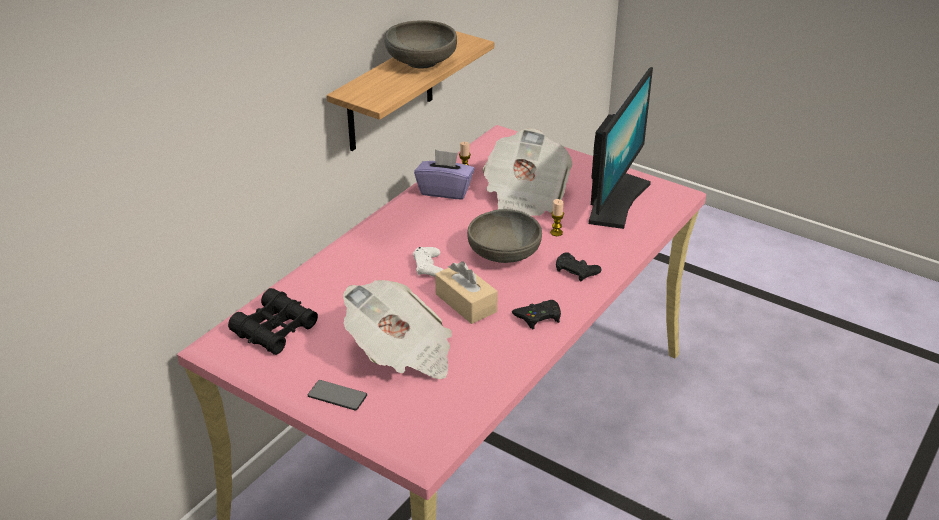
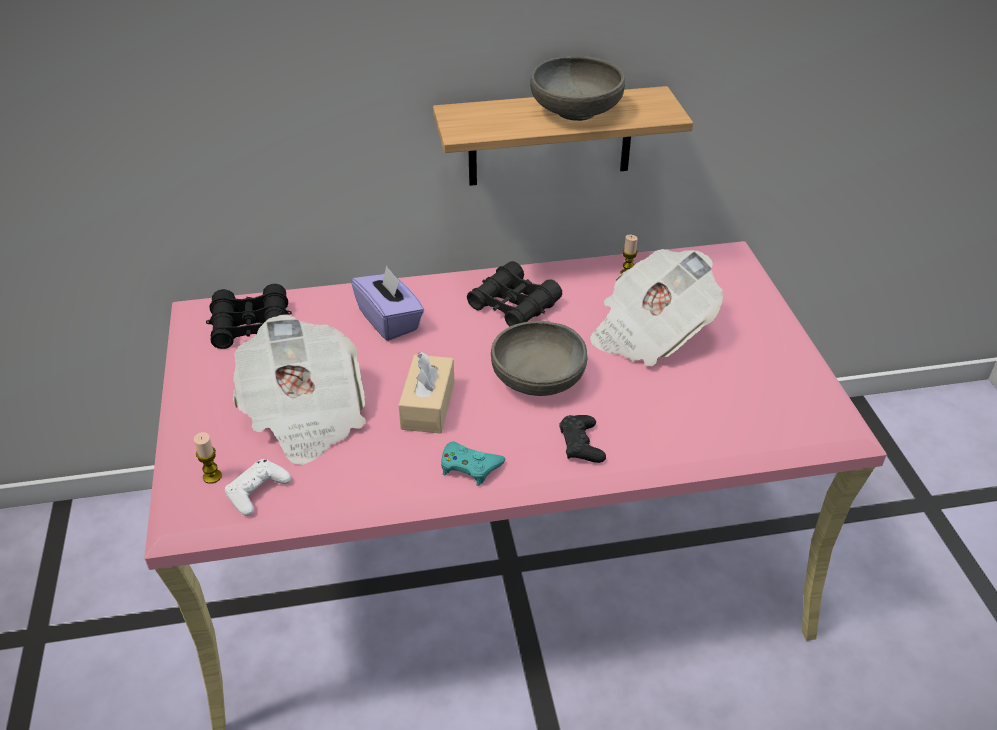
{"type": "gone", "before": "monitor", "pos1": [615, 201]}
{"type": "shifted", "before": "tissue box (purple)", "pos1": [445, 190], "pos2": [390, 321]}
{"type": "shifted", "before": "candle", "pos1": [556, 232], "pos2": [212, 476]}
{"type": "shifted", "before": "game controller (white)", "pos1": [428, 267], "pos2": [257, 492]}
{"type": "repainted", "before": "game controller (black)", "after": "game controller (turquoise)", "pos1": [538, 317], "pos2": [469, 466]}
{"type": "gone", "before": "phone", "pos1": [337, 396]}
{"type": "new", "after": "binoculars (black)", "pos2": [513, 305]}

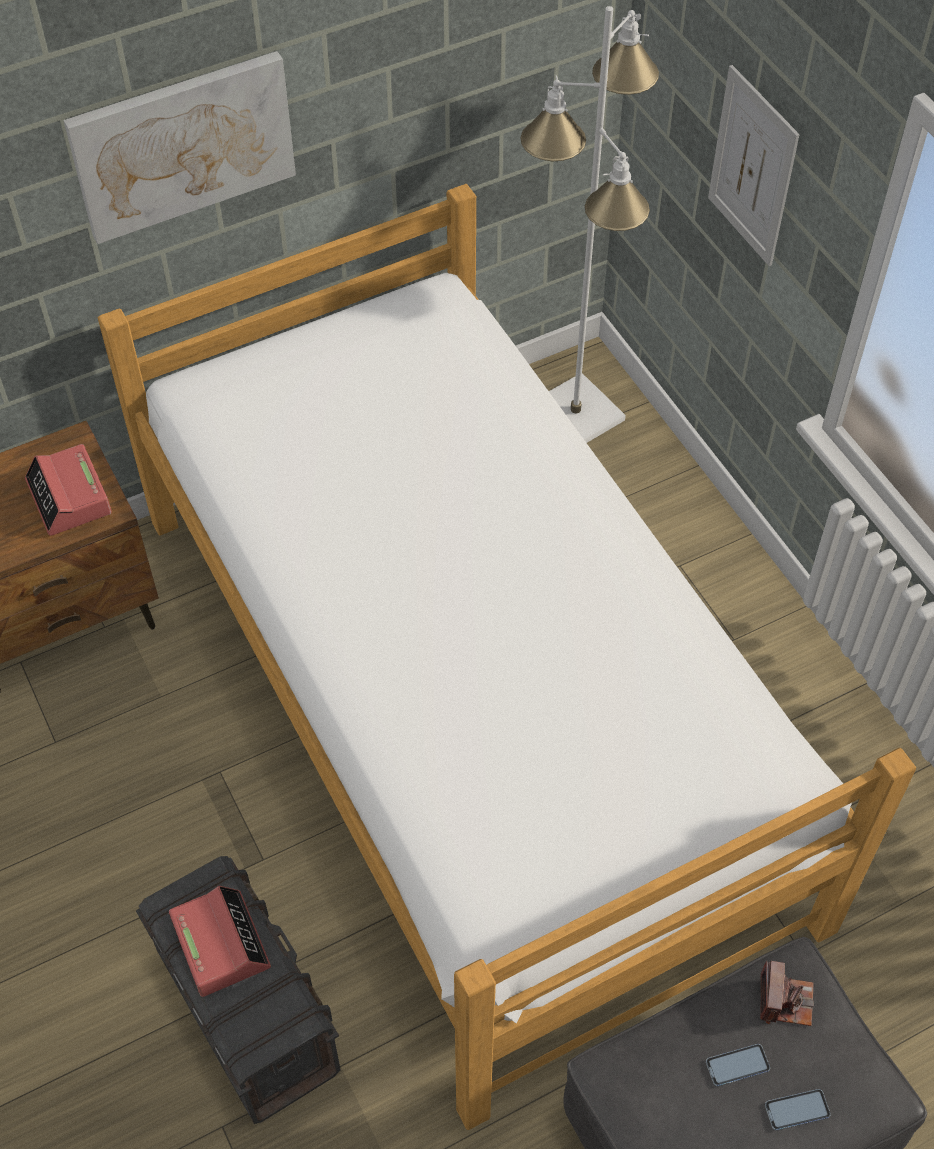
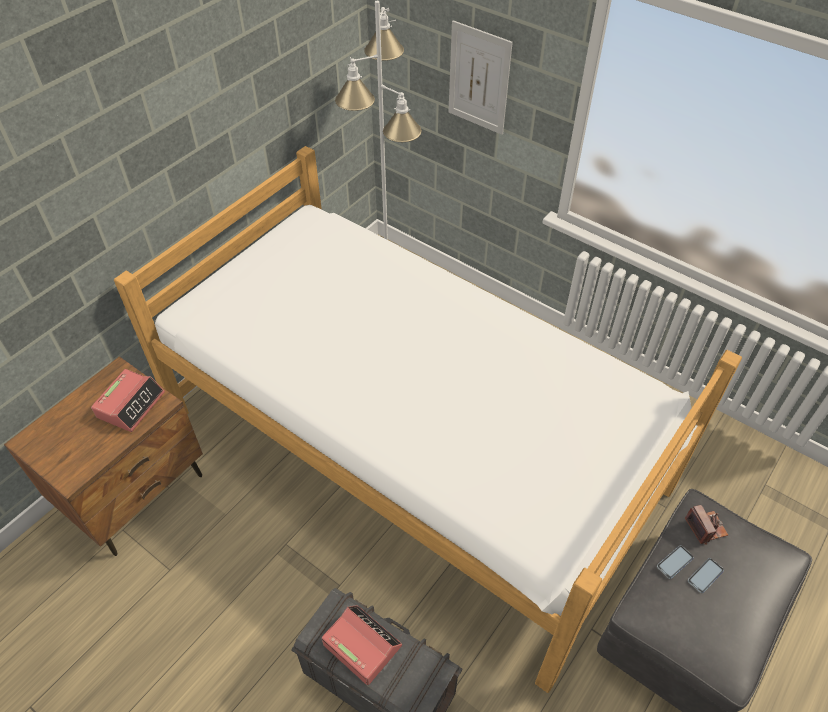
{"type": "gone", "before": "picture", "pos1": [183, 145]}
{"type": "rotated", "before": "alarm clock", "pos1": [69, 497], "pos2": [131, 405], "turn": -105}
{"type": "shifted", "before": "phone", "pos1": [797, 1110], "pos2": [674, 562]}

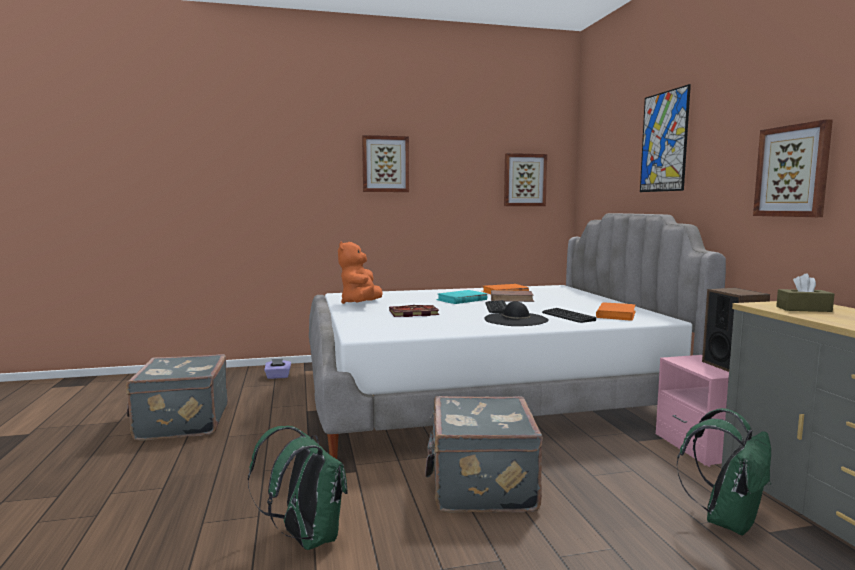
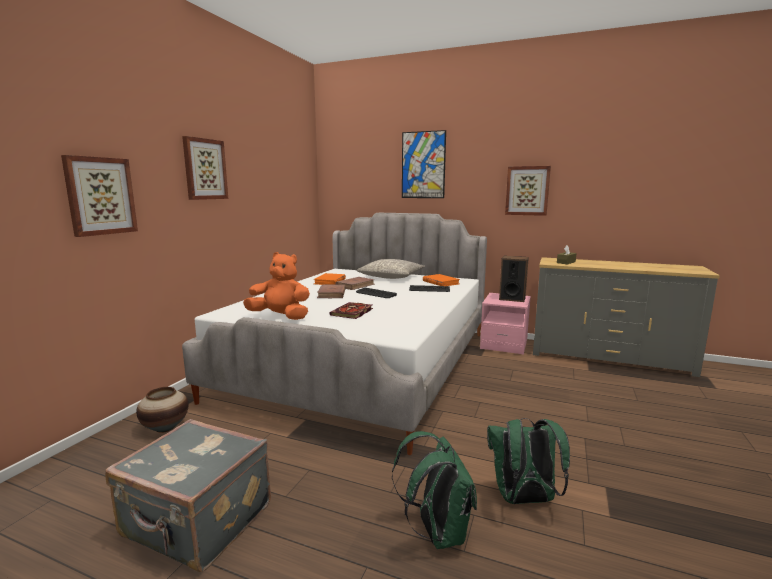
{"type": "shifted", "before": "picture", "pos1": [524, 180], "pos2": [100, 196]}
{"type": "rotated", "before": "plush toy (orange)", "pos1": [361, 304], "pos2": [281, 317], "turn": 150}
{"type": "repainted", "before": "book (turquoise)", "after": "book (brown)", "pos1": [461, 300], "pos2": [332, 294]}
{"type": "gone", "before": "hat (black)", "pos1": [516, 320]}
{"type": "swapped", "before": "tissue box (purple)", "after": "vase", "pos1": [278, 376], "pos2": [165, 427]}
{"type": "gone", "before": "suitcase (grey)", "pos1": [480, 485]}
{"type": "shifted", "before": "backpack (green)", "pos1": [727, 520], "pos2": [437, 531]}
{"type": "new", "after": "pillow (grey)", "pos2": [392, 277]}

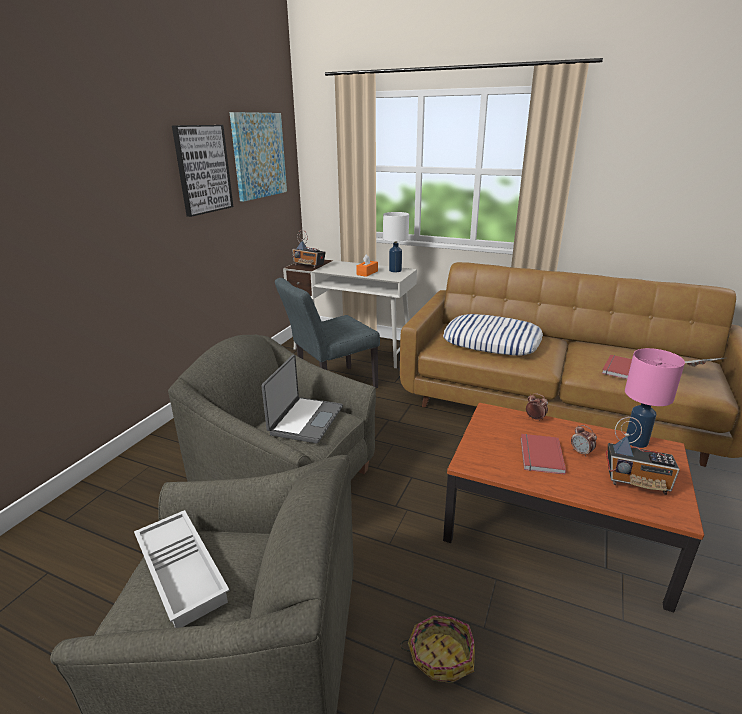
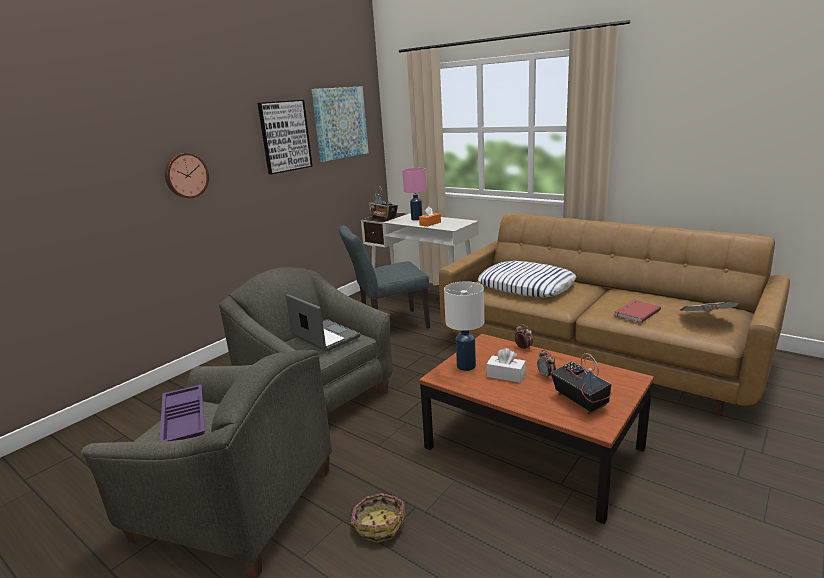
{"type": "shifted", "before": "table lamp (white)", "pos1": [395, 271], "pos2": [466, 366]}
{"type": "shifted", "before": "table lamp (pink)", "pos1": [636, 442], "pos2": [416, 219]}
{"type": "rotated", "before": "laptop", "pos1": [305, 420], "pos2": [324, 337], "turn": -75}
{"type": "rotated", "before": "radio", "pos1": [636, 482], "pos2": [580, 401], "turn": -150}
{"type": "swapped", "before": "book (red)", "after": "tissue box (white)", "pos1": [539, 455], "pos2": [506, 375]}
{"type": "repainted", "before": "tray (white)", "after": "tray (purple)", "pos1": [184, 571], "pos2": [186, 422]}
{"type": "new", "after": "wall clock", "pos2": [186, 175]}

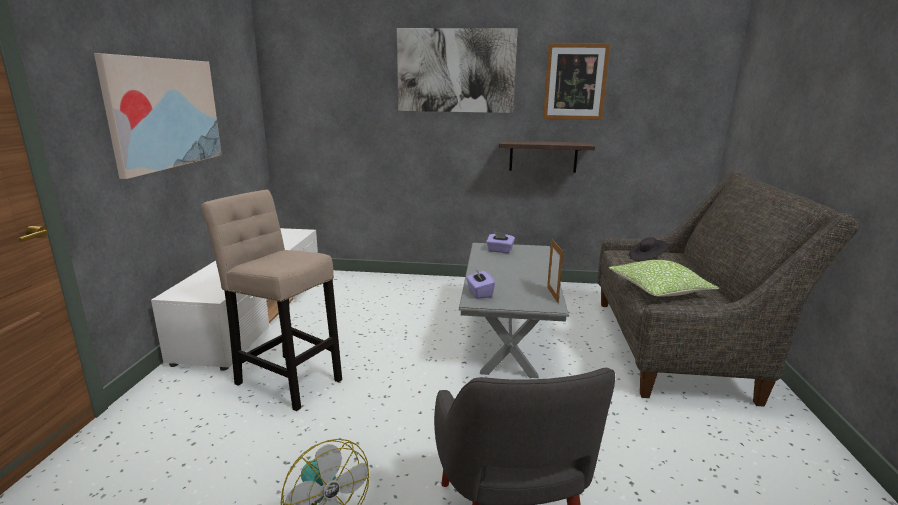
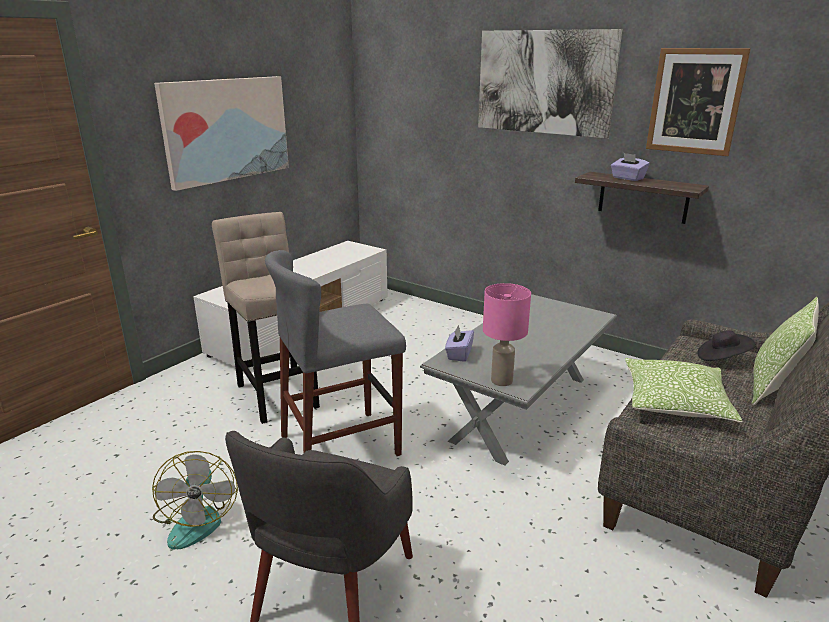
{"type": "shifted", "before": "tissue box (purple)", "pos1": [499, 250], "pos2": [627, 178]}
{"type": "gone", "before": "picture frame", "pos1": [552, 295]}
{"type": "new", "after": "stool (grey)", "pos2": [340, 445]}
{"type": "new", "after": "table lamp (pink)", "pos2": [501, 381]}
{"type": "new", "after": "pillow", "pos2": [773, 388]}

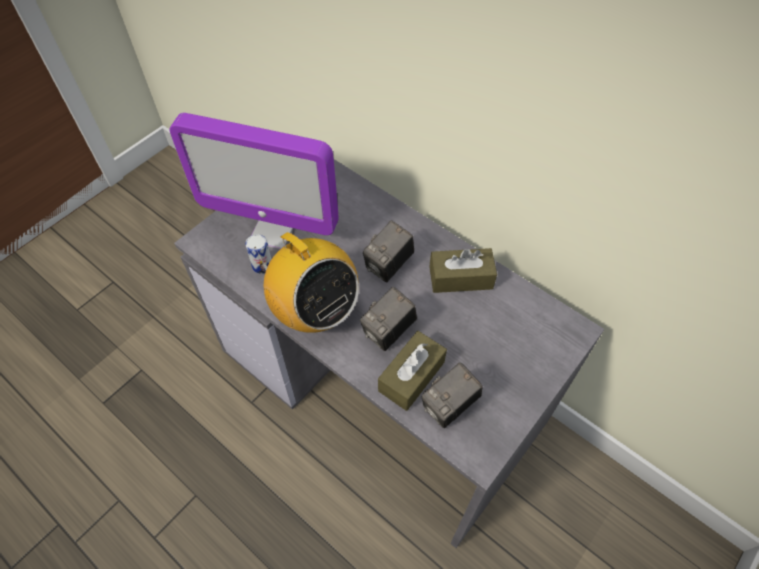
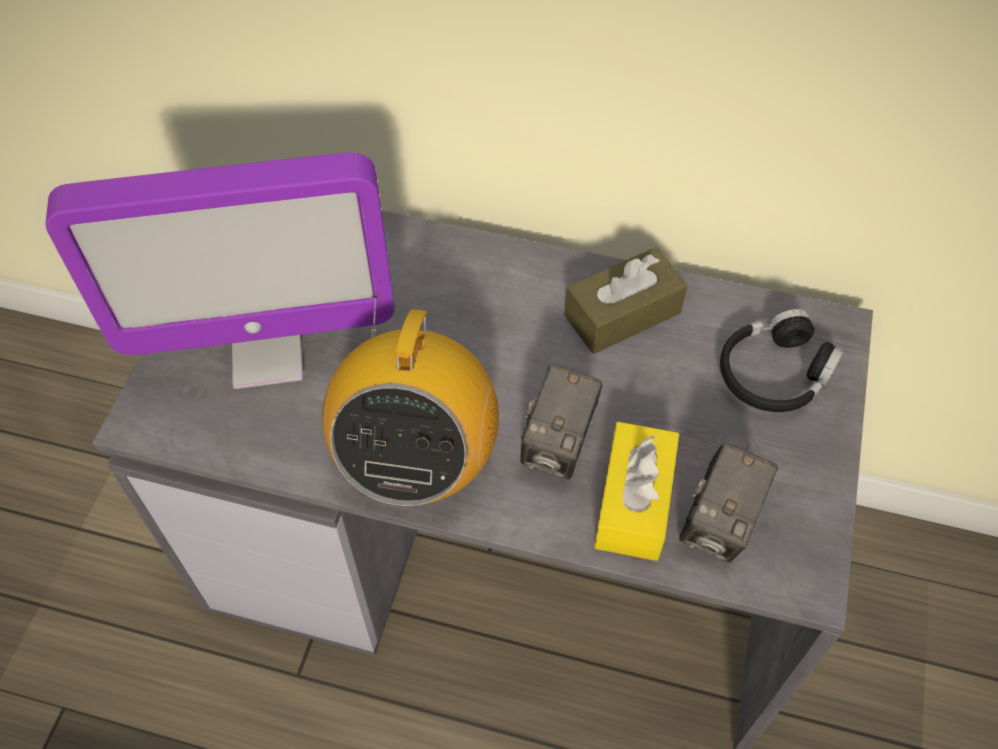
{"type": "gone", "before": "photo camera", "pos1": [388, 265]}
{"type": "rotated", "before": "radio", "pos1": [315, 311], "pos2": [417, 461], "turn": 75}
{"type": "gone", "before": "can", "pos1": [262, 265]}
{"type": "repainted", "before": "tissue box (brown)", "after": "tissue box (yellow)", "pos1": [411, 376], "pos2": [634, 502]}
{"type": "new", "after": "headphones (black)", "pos2": [774, 374]}

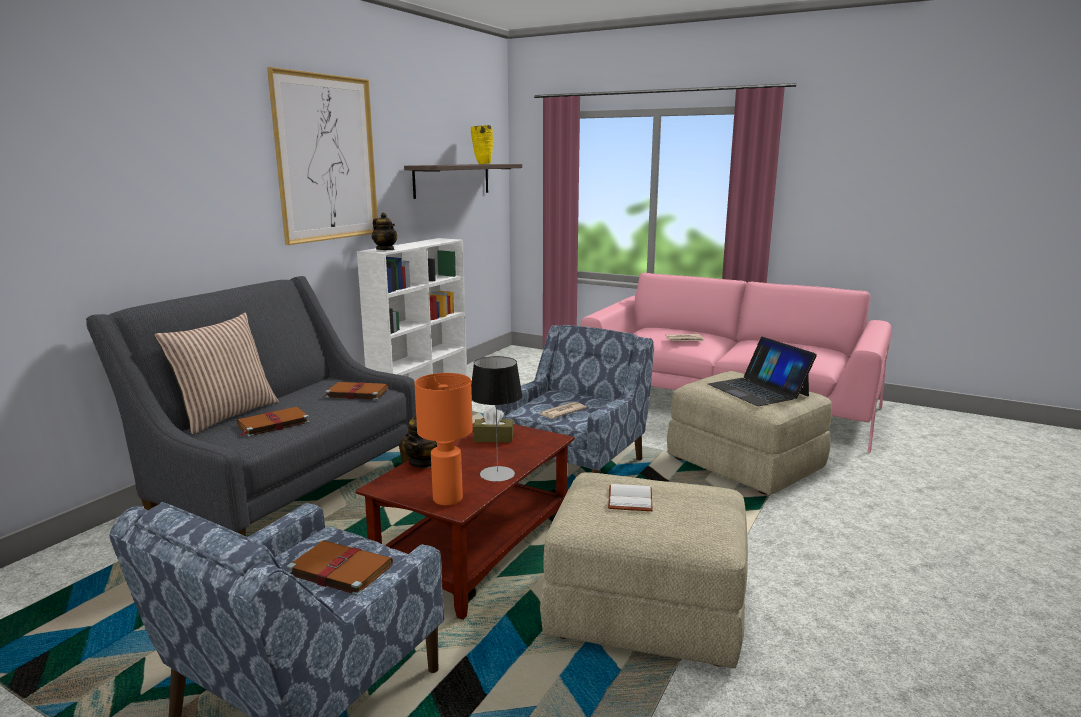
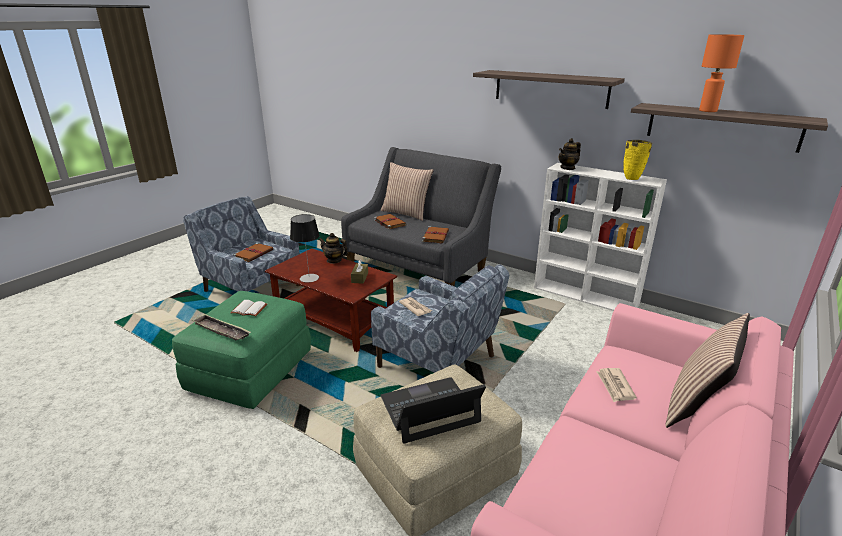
{"type": "swapped", "before": "picture", "after": "shelf", "pos1": [327, 158], "pos2": [550, 88]}
{"type": "shifted", "before": "vase (yellow)", "pos1": [482, 164], "pos2": [632, 178]}
{"type": "shifted", "before": "table lamp (orange)", "pos1": [448, 499], "pos2": [708, 111]}
{"type": "repainted", "before": "ottoman (beige)", "after": "ottoman (green)", "pos1": [644, 611], "pos2": [250, 371]}
{"type": "new", "after": "pillow", "pos2": [696, 406]}
{"type": "new", "after": "tray", "pos2": [221, 331]}

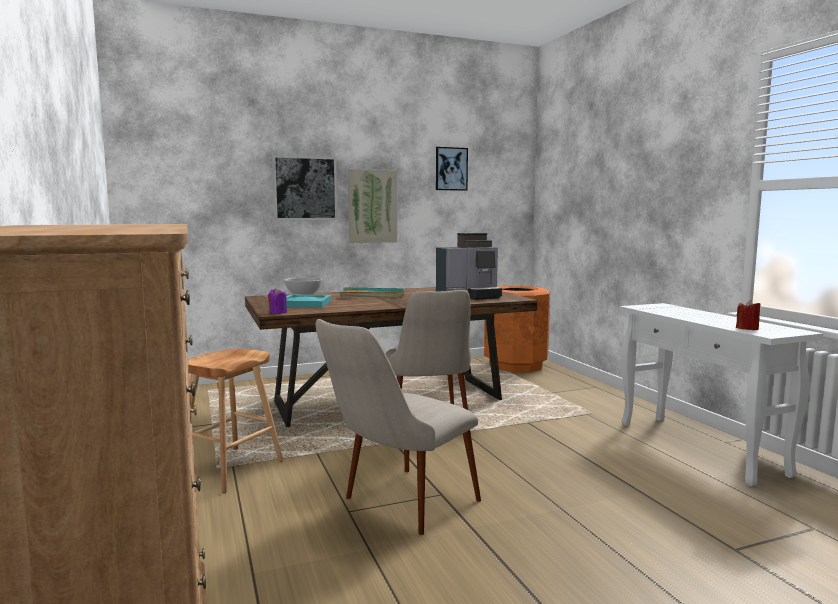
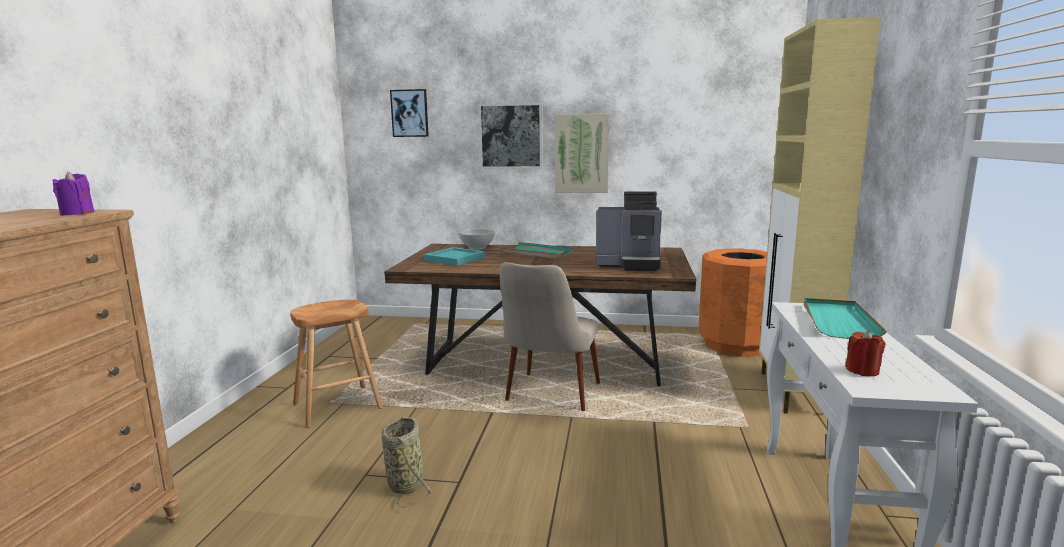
{"type": "shifted", "before": "picture", "pos1": [451, 169], "pos2": [410, 113]}
{"type": "shifted", "before": "candle (purple)", "pos1": [278, 312], "pos2": [77, 213]}
{"type": "swapped", "before": "chair (beige)", "after": "basket", "pos1": [397, 507], "pos2": [406, 483]}
{"type": "new", "after": "cabinet (beige)", "pos2": [792, 393]}
{"type": "new", "after": "tray (turquoise)", "pos2": [838, 321]}

